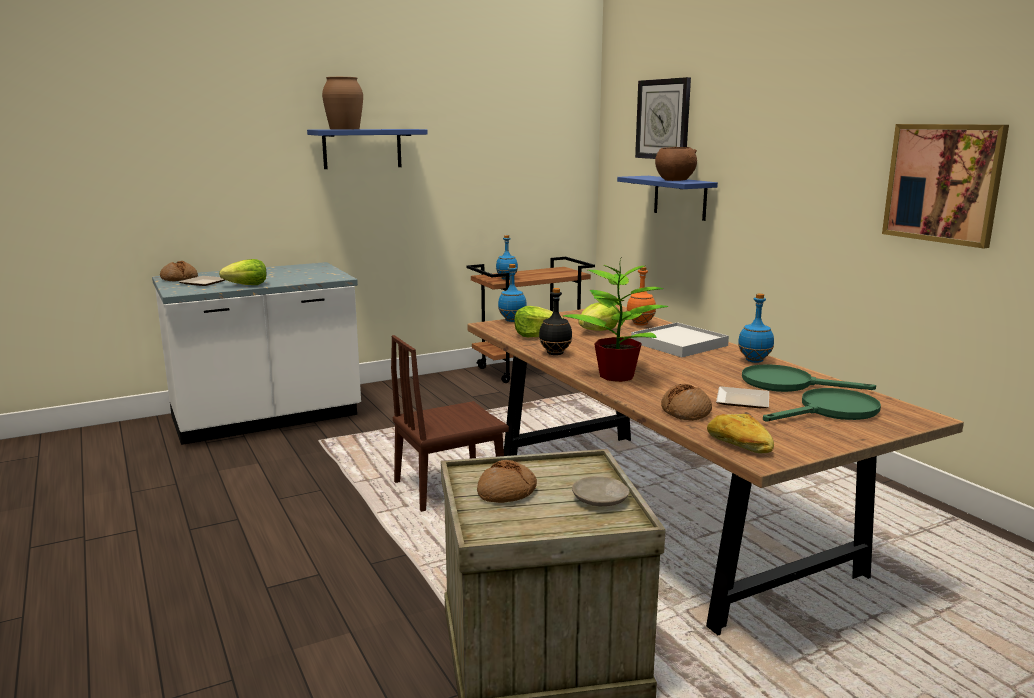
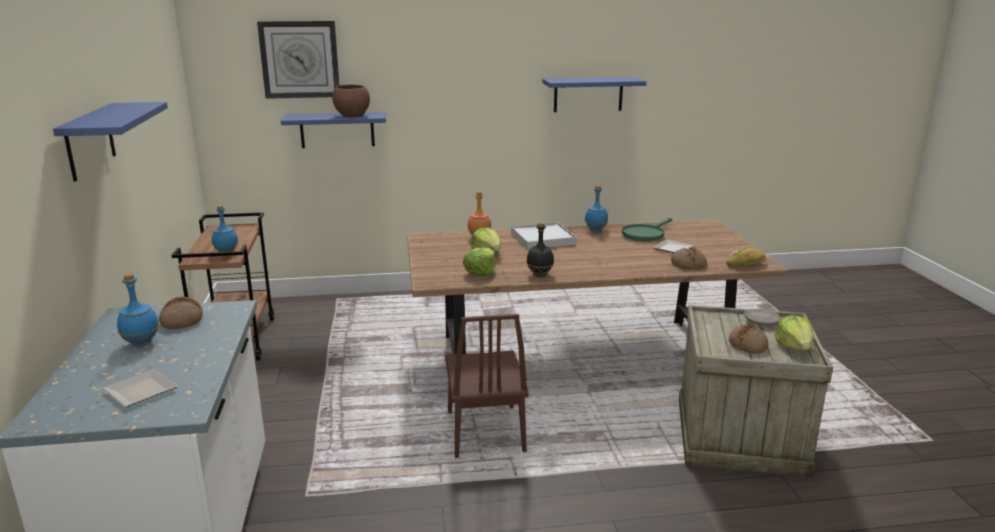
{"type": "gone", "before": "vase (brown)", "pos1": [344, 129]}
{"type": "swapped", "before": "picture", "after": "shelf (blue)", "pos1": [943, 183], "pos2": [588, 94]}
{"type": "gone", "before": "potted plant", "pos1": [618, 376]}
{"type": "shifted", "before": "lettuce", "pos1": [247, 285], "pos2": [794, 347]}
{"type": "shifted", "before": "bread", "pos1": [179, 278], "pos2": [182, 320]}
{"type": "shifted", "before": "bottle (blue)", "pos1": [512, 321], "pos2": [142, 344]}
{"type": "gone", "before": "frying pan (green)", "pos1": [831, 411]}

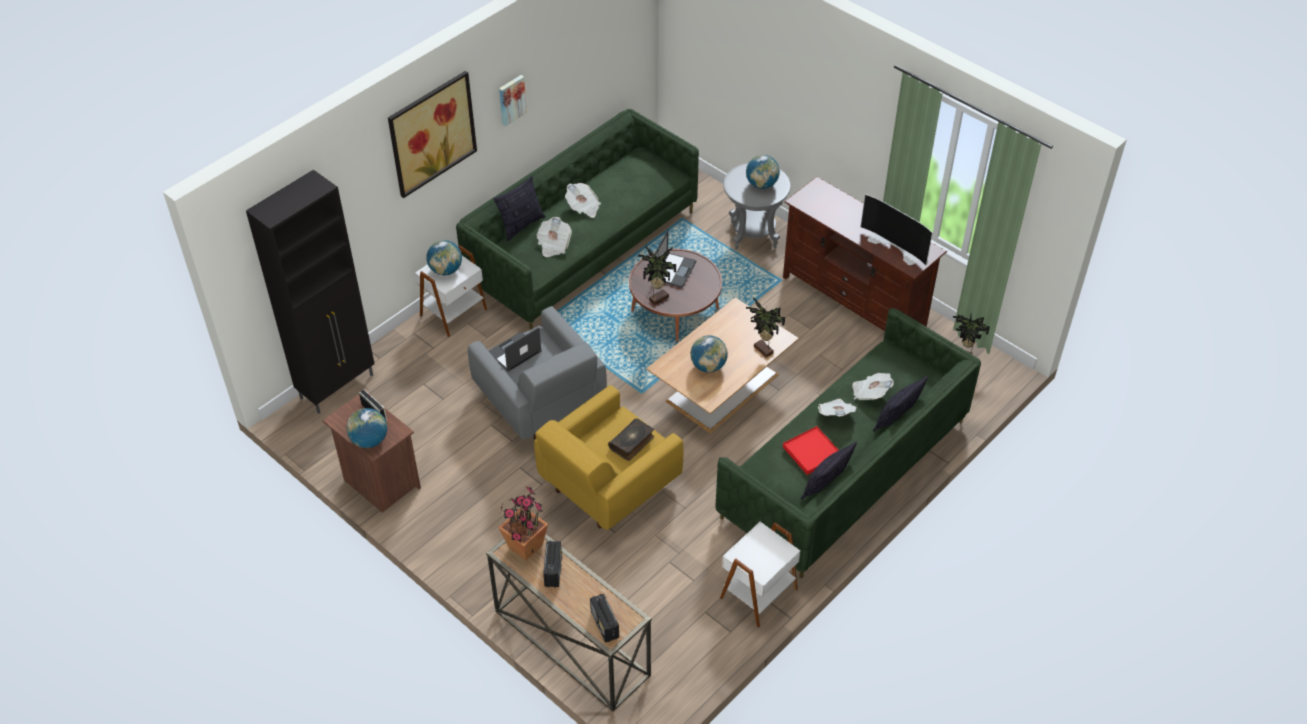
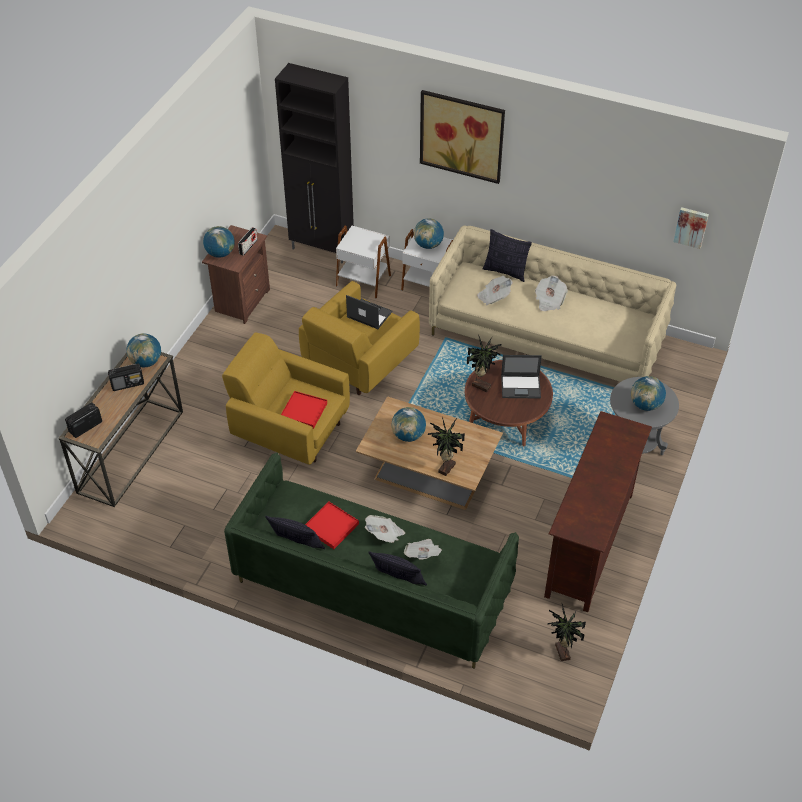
{"type": "shifted", "before": "picture", "pos1": [511, 99], "pos2": [691, 227]}
{"type": "repainted", "before": "sofa (green)", "after": "sofa (beige)", "pos1": [583, 247], "pos2": [546, 337]}
{"type": "gone", "before": "television", "pos1": [896, 246]}
{"type": "repainted", "before": "armchair (grey)", "after": "armchair (yellow)", "pos1": [540, 402], "pos2": [358, 363]}
{"type": "swapped", "before": "book", "after": "tray (red)", "pos1": [632, 443], "pos2": [303, 411]}
{"type": "swapped", "before": "potted plant", "after": "globe", "pos1": [525, 546], "pos2": [146, 362]}
{"type": "shifted", "before": "side table (white)", "pos1": [757, 593], "pos2": [363, 280]}

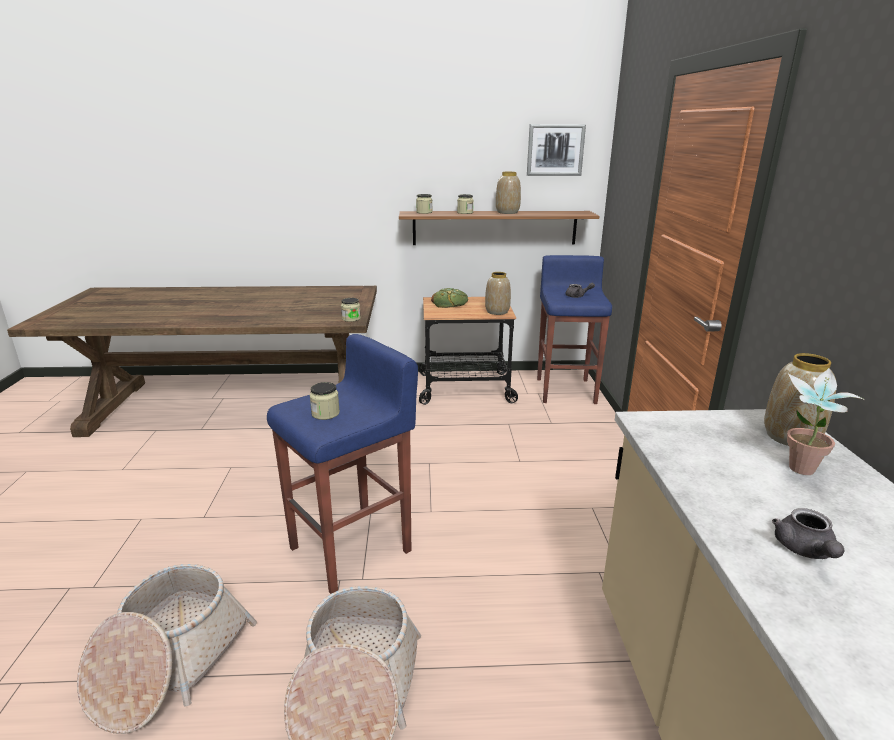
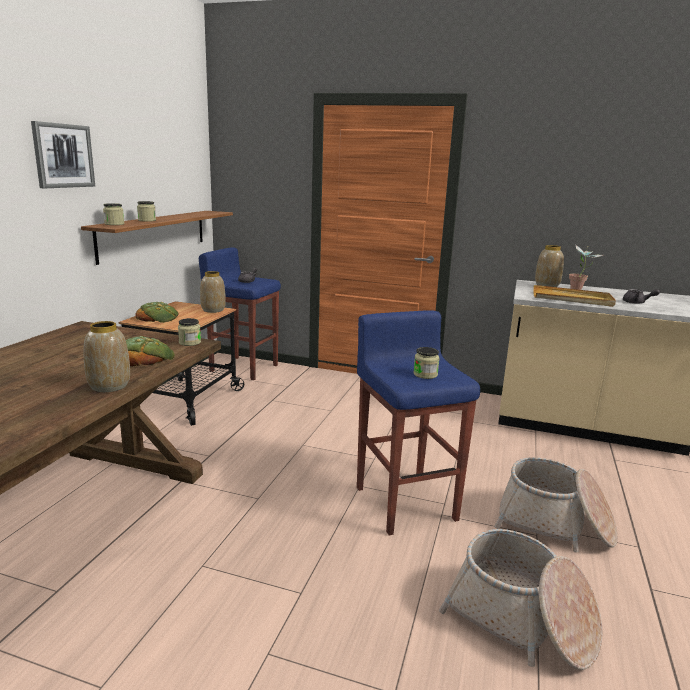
{"type": "shifted", "before": "picture", "pos1": [555, 150], "pos2": [63, 156]}
{"type": "shifted", "before": "vase", "pos1": [507, 212], "pos2": [109, 386]}
{"type": "new", "after": "tray (beige)", "pos2": [572, 299]}
{"type": "new", "after": "bread", "pos2": [144, 357]}

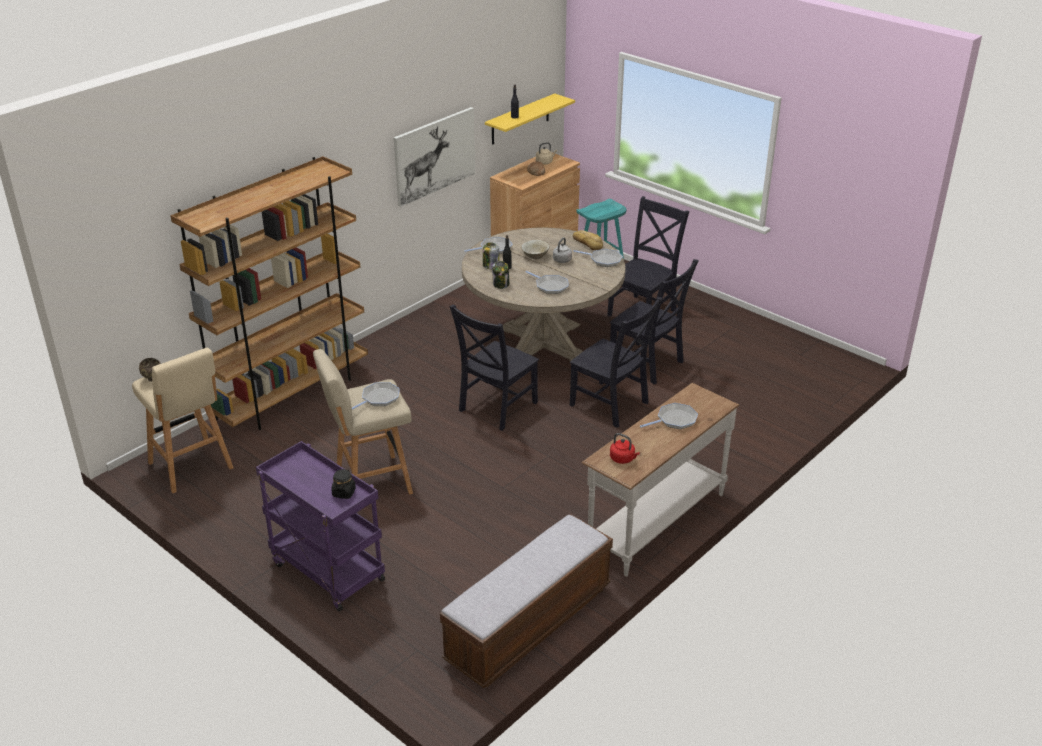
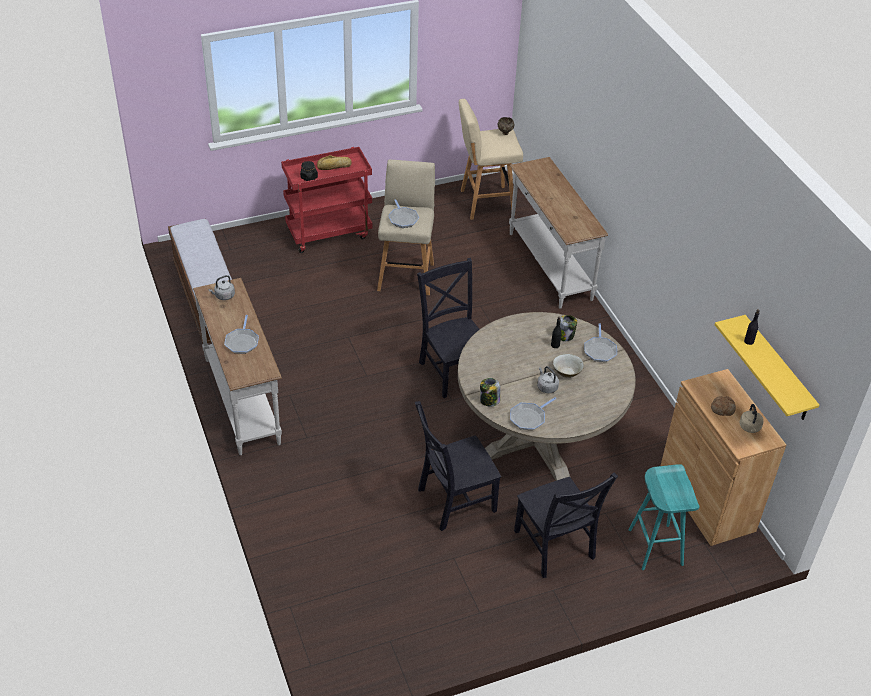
{"type": "gone", "before": "picture", "pos1": [434, 156]}
{"type": "swapped", "before": "bookcase (brown)", "after": "console table (white)", "pos1": [292, 394], "pos2": [549, 266]}
{"type": "shifted", "before": "bread", "pos1": [588, 243], "pos2": [334, 166]}
{"type": "shifted", "before": "jar", "pos1": [501, 284], "pos2": [489, 400]}
{"type": "gone", "before": "frying pan", "pos1": [550, 286]}
{"type": "gone", "before": "chair (black)", "pos1": [611, 405]}
{"type": "repainted", "before": "kettle (red)", "after": "kettle (grey)", "pos1": [623, 459], "pos2": [223, 296]}
{"type": "repainted", "before": "cart (purple)", "after": "cart (red)", "pos1": [326, 571], "pos2": [329, 233]}

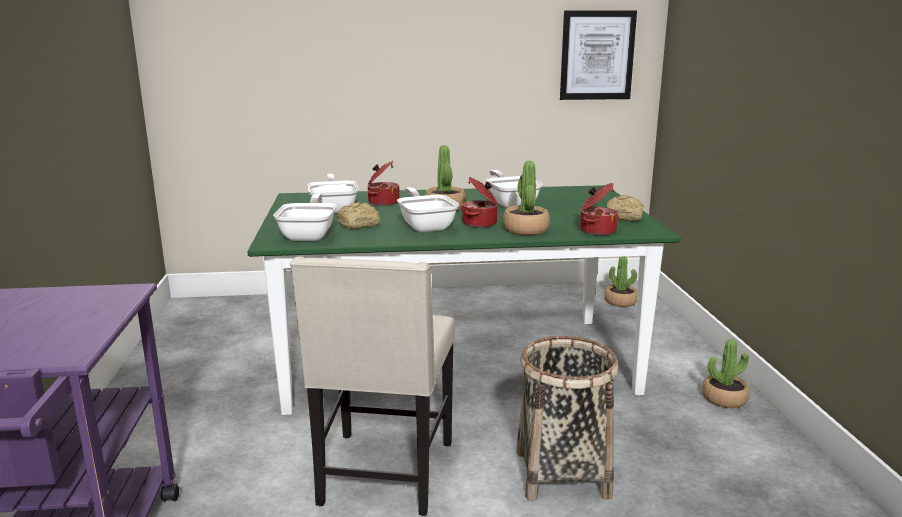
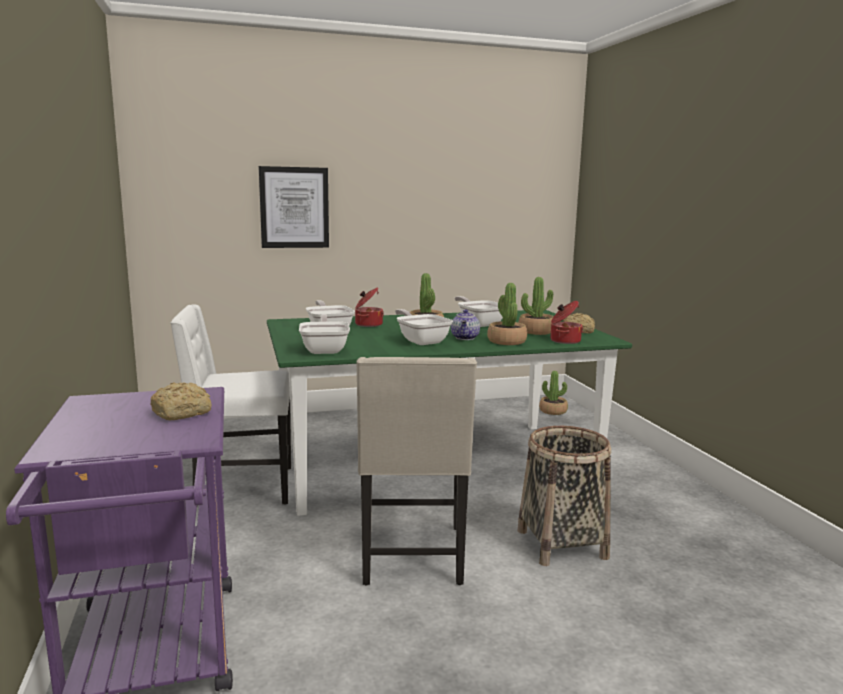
{"type": "shifted", "before": "picture", "pos1": [597, 55], "pos2": [294, 207]}
{"type": "swapped", "before": "cooking pot", "after": "teapot", "pos1": [480, 223], "pos2": [465, 338]}
{"type": "shifted", "before": "bread", "pos1": [359, 225], "pos2": [183, 413]}
{"type": "shifted", "before": "potted plant", "pos1": [724, 399], "pos2": [536, 331]}
{"type": "new", "after": "chair (white)", "pos2": [241, 487]}

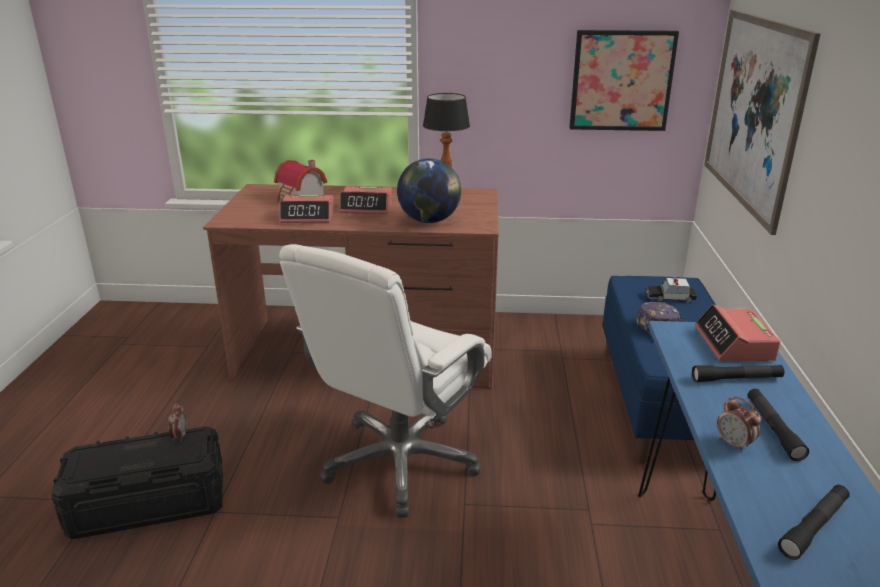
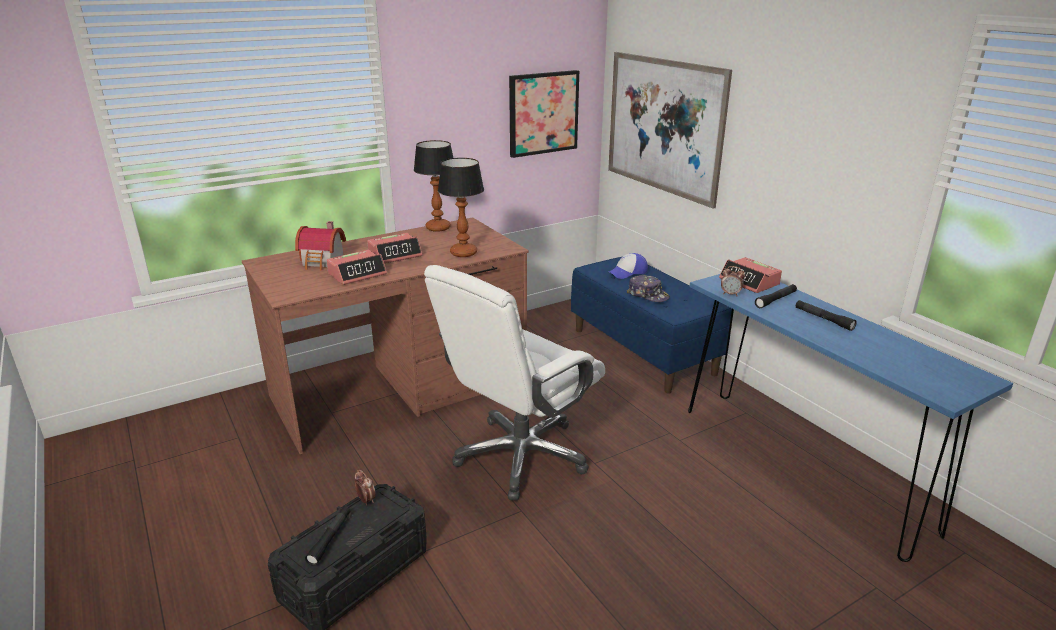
{"type": "swapped", "before": "globe", "after": "table lamp", "pos1": [429, 221], "pos2": [464, 253]}
{"type": "rotated", "before": "office chair (white)", "pos1": [400, 462], "pos2": [520, 456], "turn": 45}
{"type": "swapped", "before": "toy car", "after": "cap", "pos1": [670, 297], "pos2": [628, 272]}
{"type": "shifted", "before": "alarm clock", "pos1": [734, 444], "pos2": [730, 294]}
{"type": "shifted", "before": "flashlight (black)", "pos1": [814, 527], "pos2": [330, 539]}

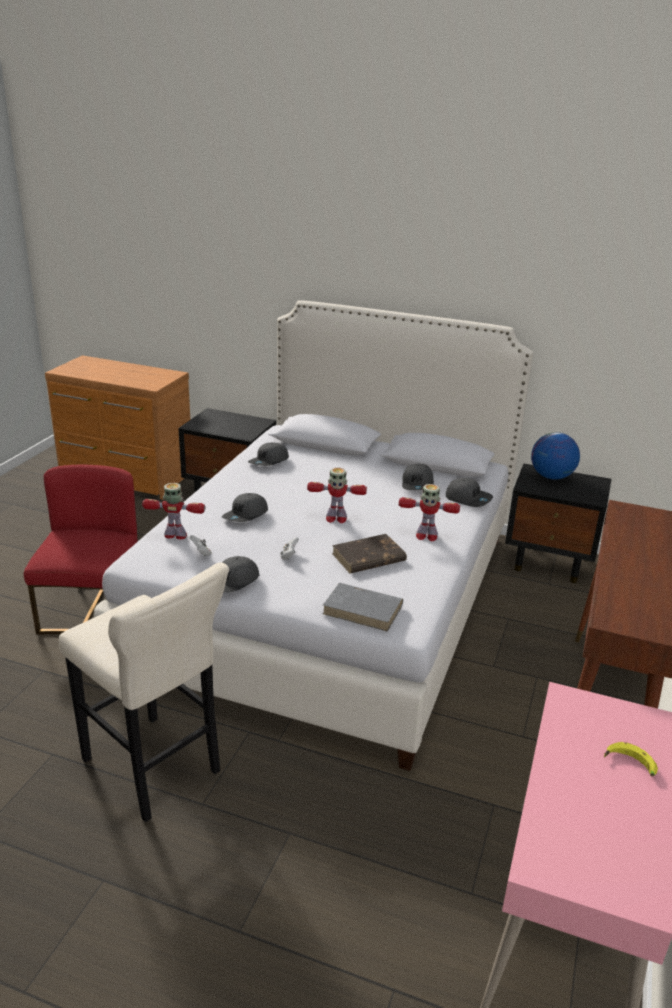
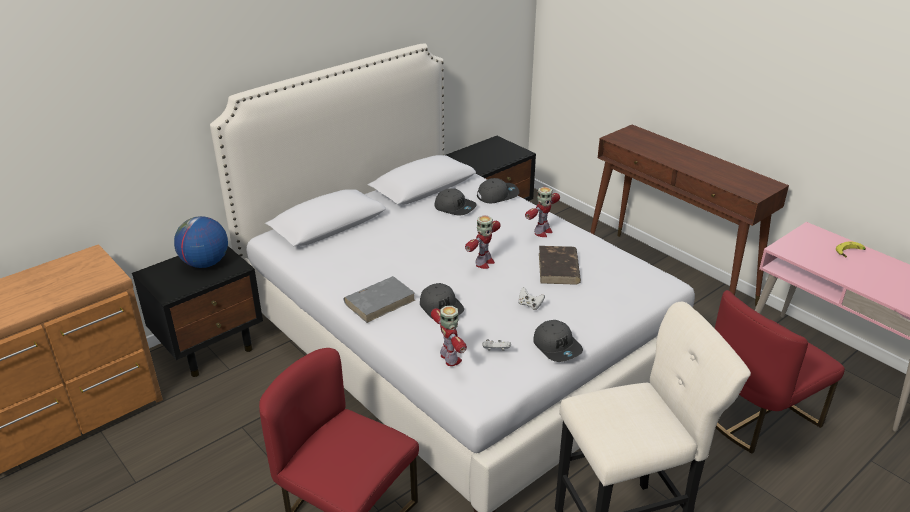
{"type": "shifted", "before": "globe", "pos1": [551, 477], "pos2": [205, 263]}
{"type": "gone", "before": "cap (grey)", "pos1": [269, 462]}
{"type": "rotated", "before": "toy robot", "pos1": [176, 535], "pos2": [450, 359], "turn": 120}
{"type": "shifted", "before": "book (grey)", "pos1": [363, 610], "pos2": [380, 301]}
{"type": "new", "after": "chair (red)", "pos2": [756, 417]}

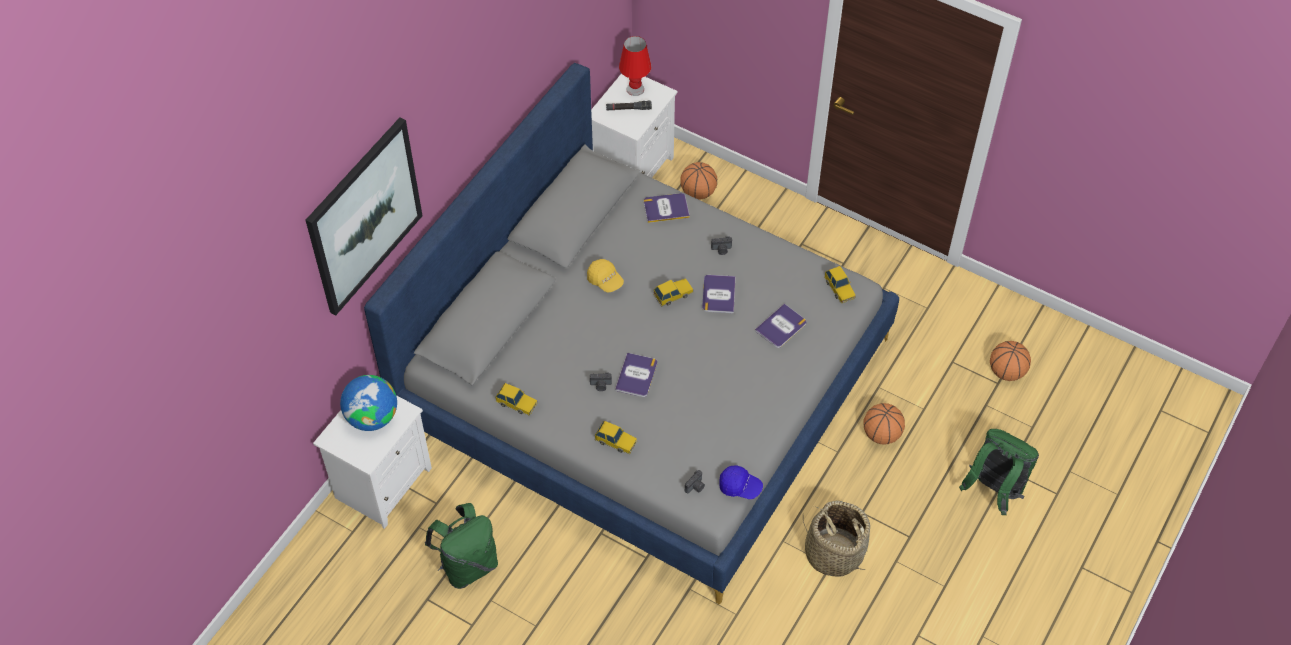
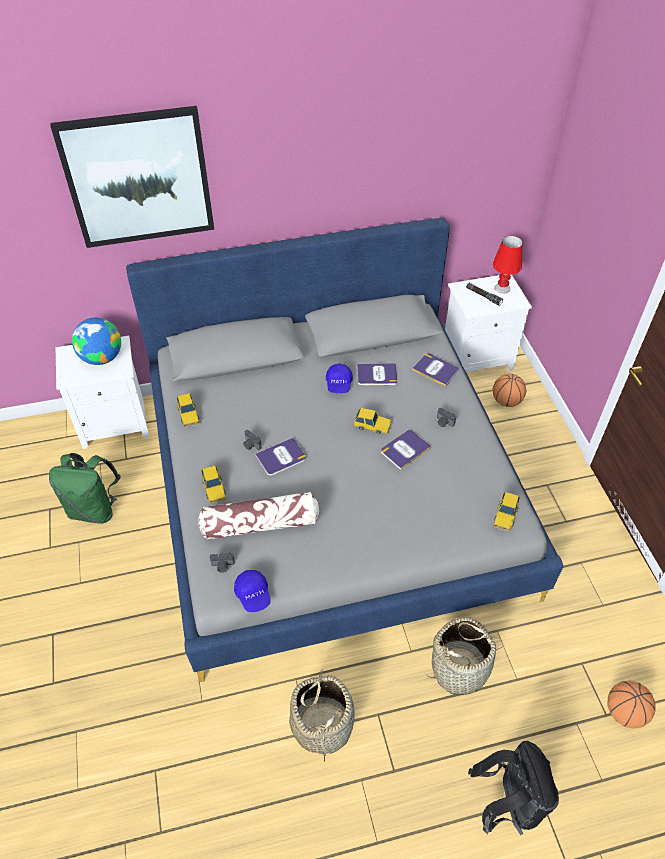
{"type": "repainted", "before": "cap (yellow)", "after": "cap (blue)", "pos1": [605, 280], "pos2": [339, 384]}
{"type": "shifted", "before": "book", "pos1": [781, 327], "pos2": [377, 375]}
{"type": "swapped", "before": "basketball", "after": "basket", "pos1": [881, 434], "pos2": [460, 668]}
{"type": "repainted", "before": "backpack (green)", "after": "backpack (black)", "pos1": [993, 490], "pos2": [507, 801]}
{"type": "new", "after": "pillow", "pos2": [260, 524]}

